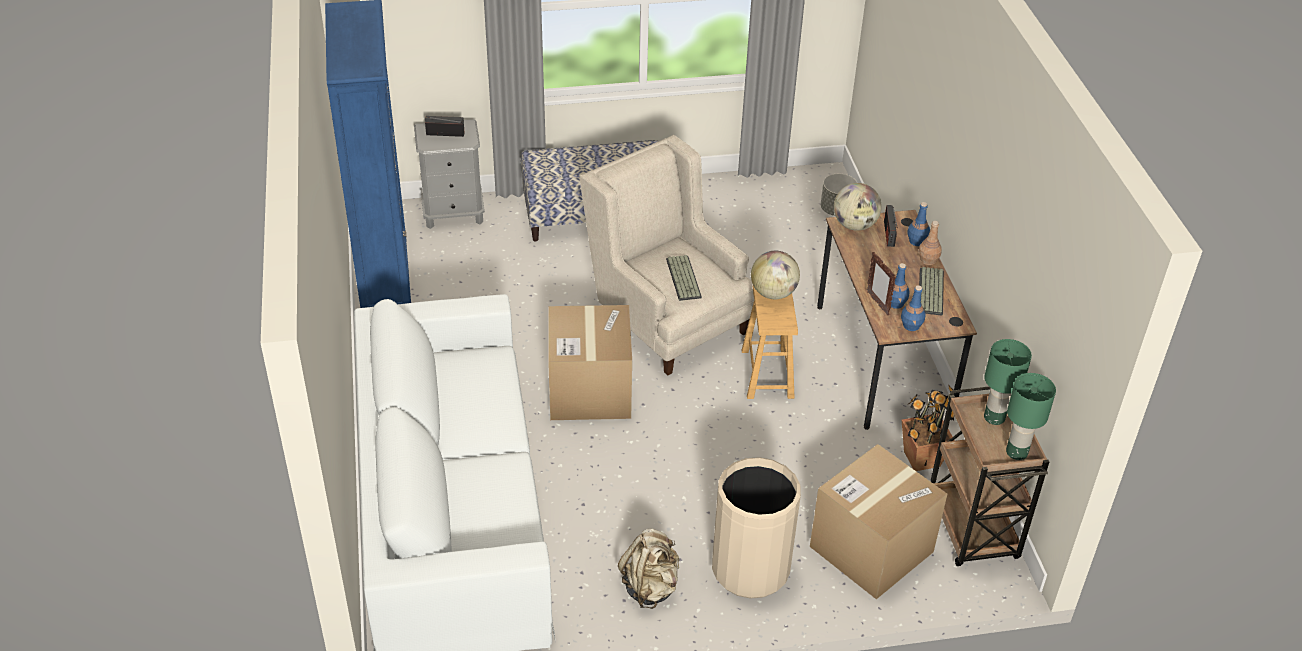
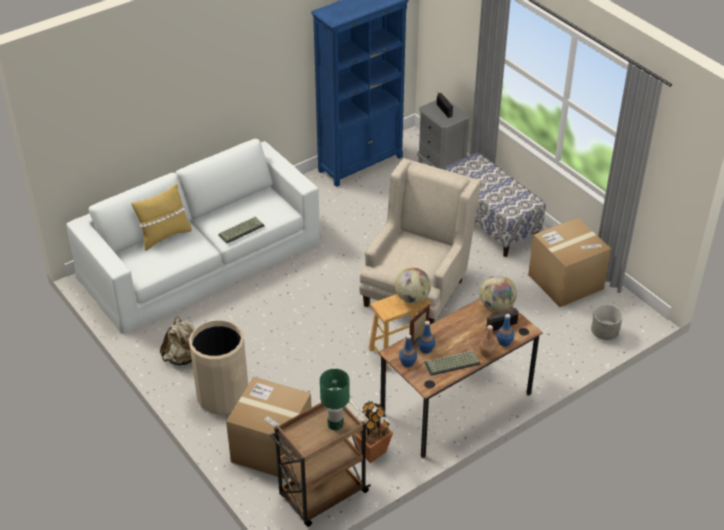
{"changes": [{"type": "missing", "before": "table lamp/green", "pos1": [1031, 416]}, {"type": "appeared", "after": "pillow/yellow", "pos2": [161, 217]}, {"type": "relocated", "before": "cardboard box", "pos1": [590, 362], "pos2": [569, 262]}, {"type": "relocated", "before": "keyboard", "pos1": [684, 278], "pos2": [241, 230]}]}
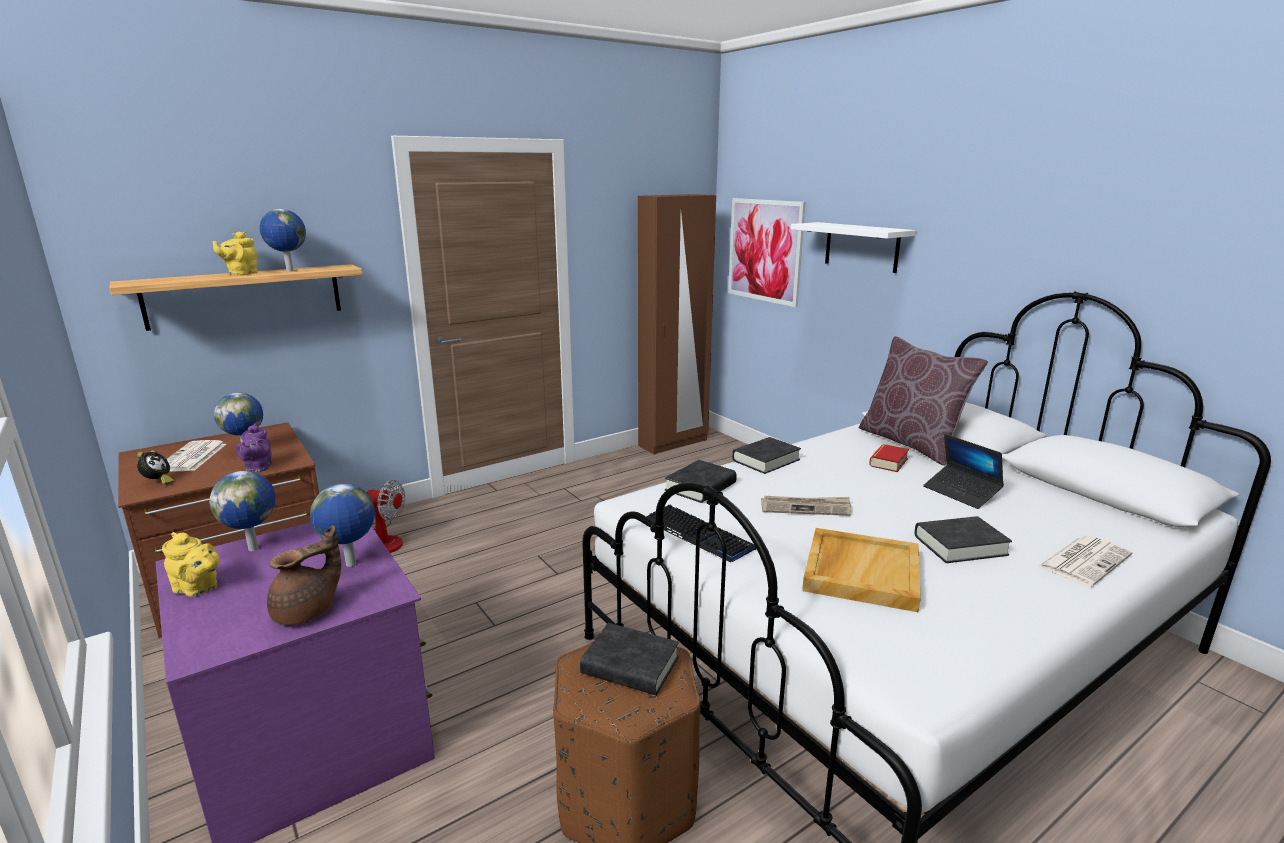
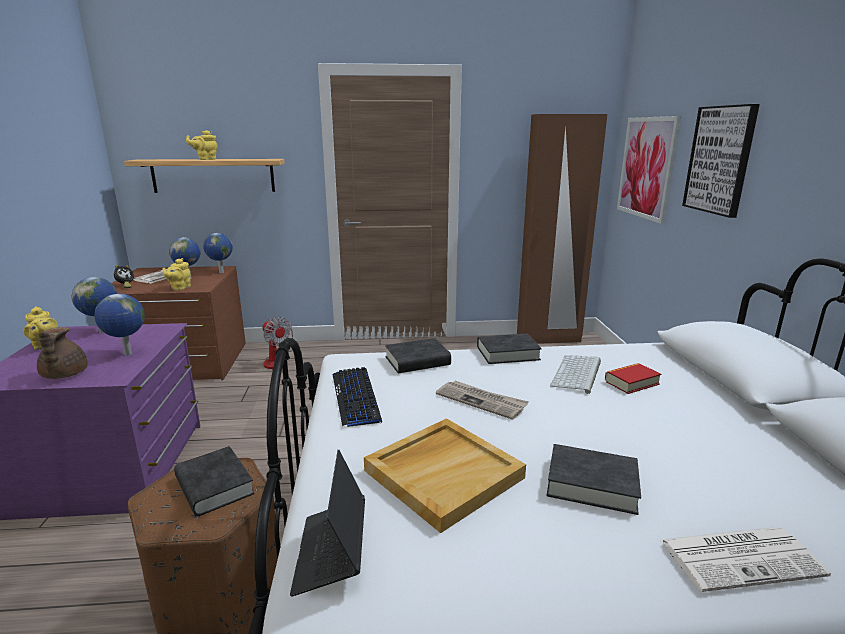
{"changes": [{"type": "missing", "before": "pillow/brown", "pos1": [923, 401]}, {"type": "appeared", "after": "keyboard", "pos2": [575, 374]}, {"type": "relocated", "before": "globe", "pos1": [283, 240], "pos2": [218, 253]}, {"type": "relocated", "before": "laptop", "pos1": [963, 471], "pos2": [327, 523]}, {"type": "exchanged", "before": "shelf/white", "after": "picture", "pos1": [853, 247], "pos2": [721, 161]}, {"type": "colour", "before": "teapot/purple", "after": "teapot/yellow", "pos1": [254, 447], "pos2": [176, 274]}, {"type": "spun", "before": "teapot/brown", "pos1": [304, 575], "pos2": [62, 353], "turn": 90}]}
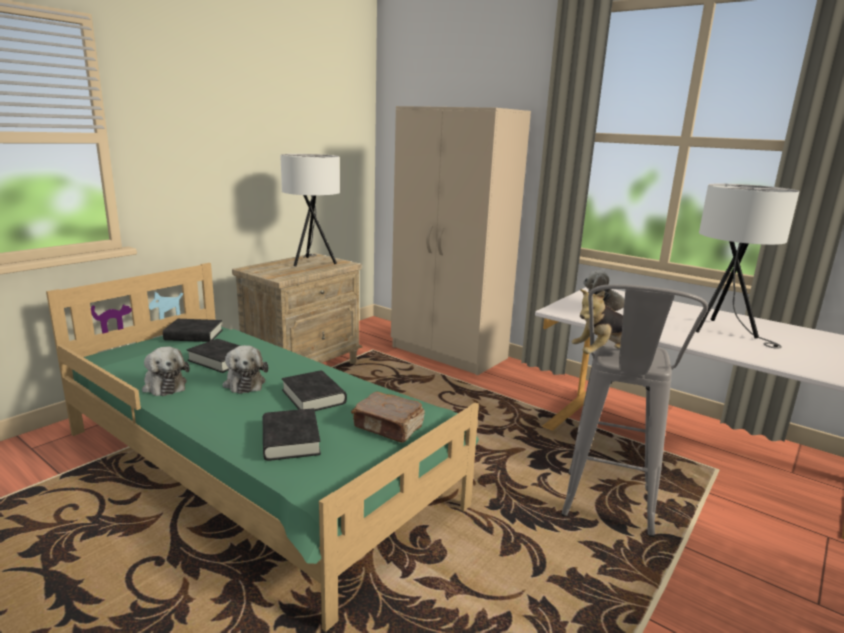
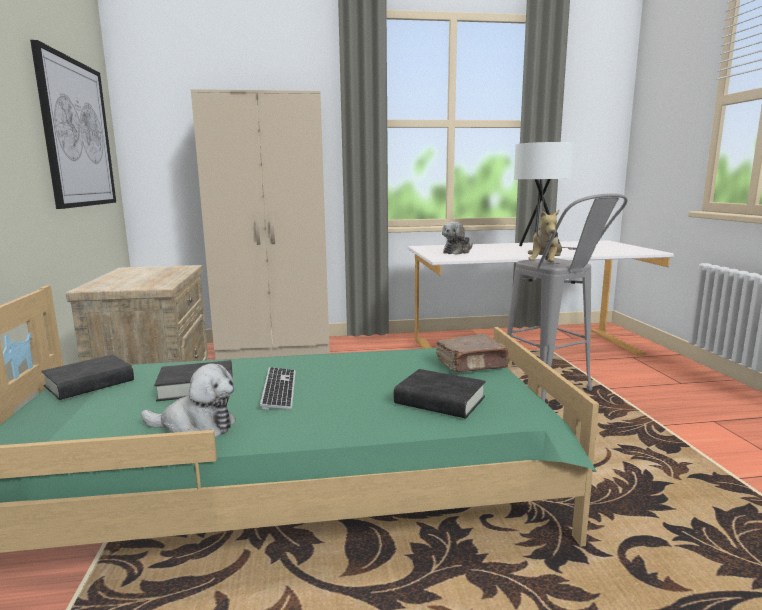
{"changes": [{"type": "missing", "before": "table lamp/white", "pos1": [310, 210]}, {"type": "missing", "before": "book/black", "pos1": [314, 390]}, {"type": "appeared", "after": "picture", "pos2": [73, 124]}, {"type": "exchanged", "before": "plush toy", "after": "keyboard", "pos1": [245, 369], "pos2": [278, 388]}]}
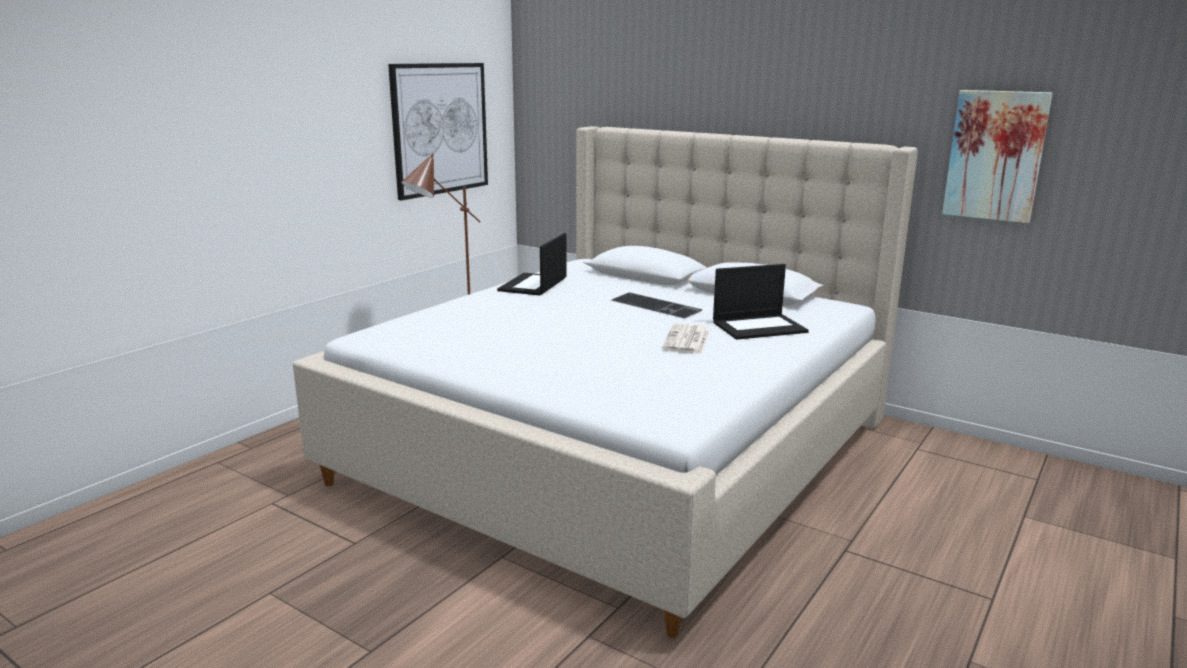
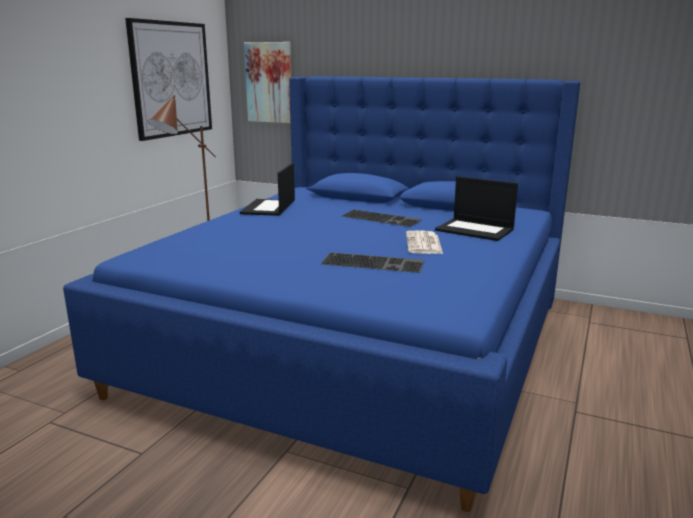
{"changes": [{"type": "appeared", "after": "keyboard", "pos2": [372, 262]}, {"type": "relocated", "before": "picture", "pos1": [997, 156], "pos2": [267, 82]}, {"type": "colour", "before": "bed/beige", "after": "bed/blue", "pos1": [605, 382], "pos2": [321, 294]}, {"type": "spun", "before": "laptop", "pos1": [761, 302], "pos2": [476, 208], "turn": 60}]}
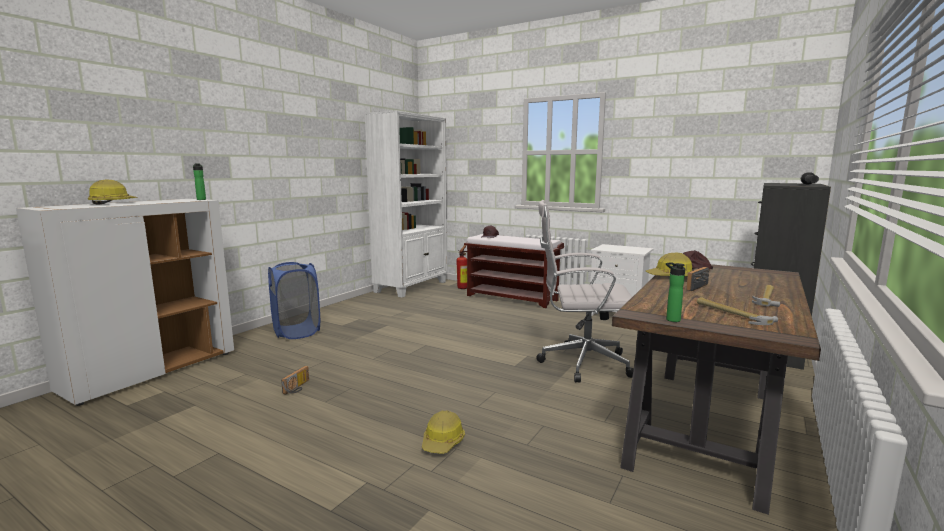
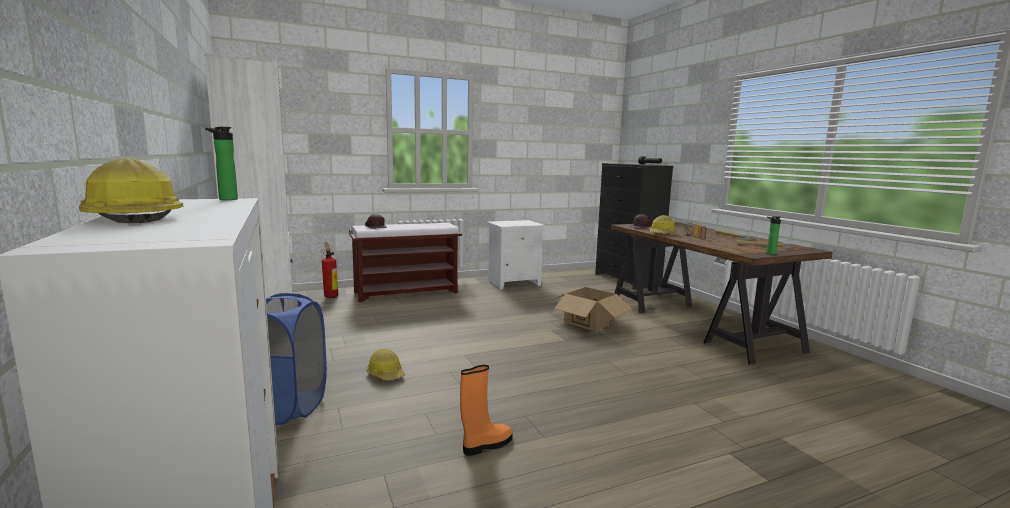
{"changes": [{"type": "relocated", "before": "hard hat", "pos1": [443, 432], "pos2": [385, 364]}, {"type": "exchanged", "before": "radio", "after": "boot/orange", "pos1": [295, 380], "pos2": [486, 410]}, {"type": "exchanged", "before": "office chair/white", "after": "cardboard box", "pos1": [585, 291], "pos2": [592, 309]}]}
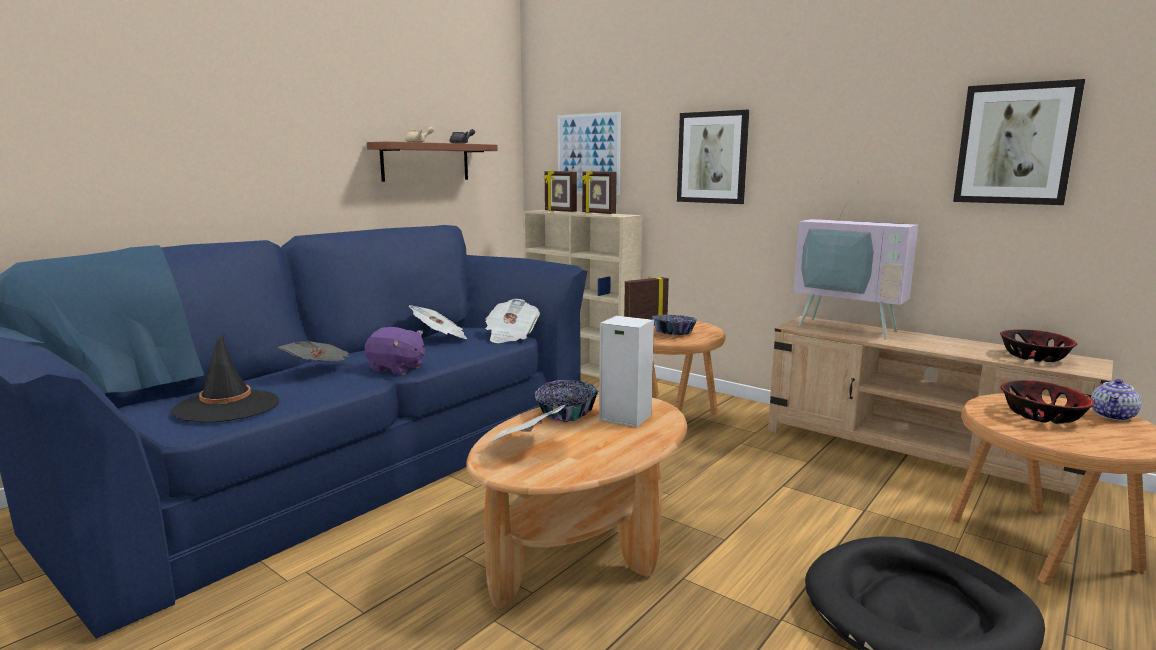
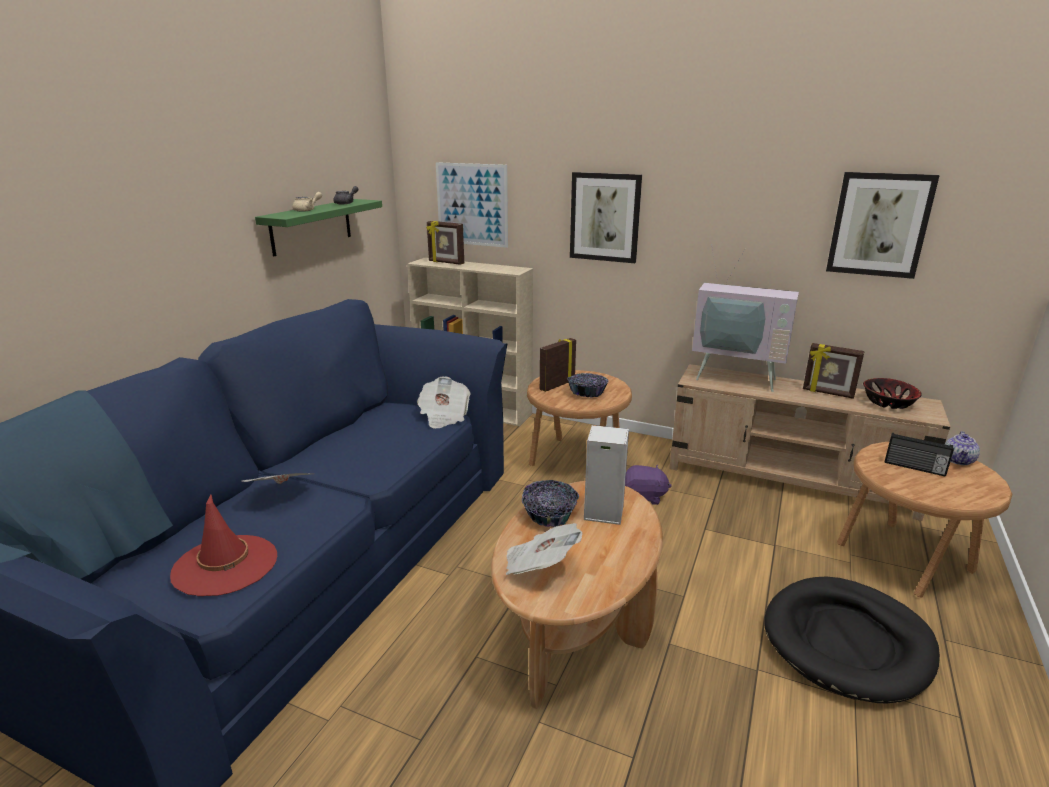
{"changes": [{"type": "missing", "before": "newspaper", "pos1": [438, 322]}, {"type": "relocated", "before": "plush toy/purple", "pos1": [395, 351], "pos2": [648, 485]}, {"type": "relocated", "before": "picture frame", "pos1": [599, 192], "pos2": [834, 371]}, {"type": "exchanged", "before": "bowl", "after": "radio", "pos1": [1048, 402], "pos2": [919, 455]}, {"type": "colour", "before": "hat/black", "after": "hat/red", "pos1": [225, 377], "pos2": [223, 545]}, {"type": "colour", "before": "shelf/brown", "after": "shelf/green", "pos1": [432, 161], "pos2": [318, 227]}]}
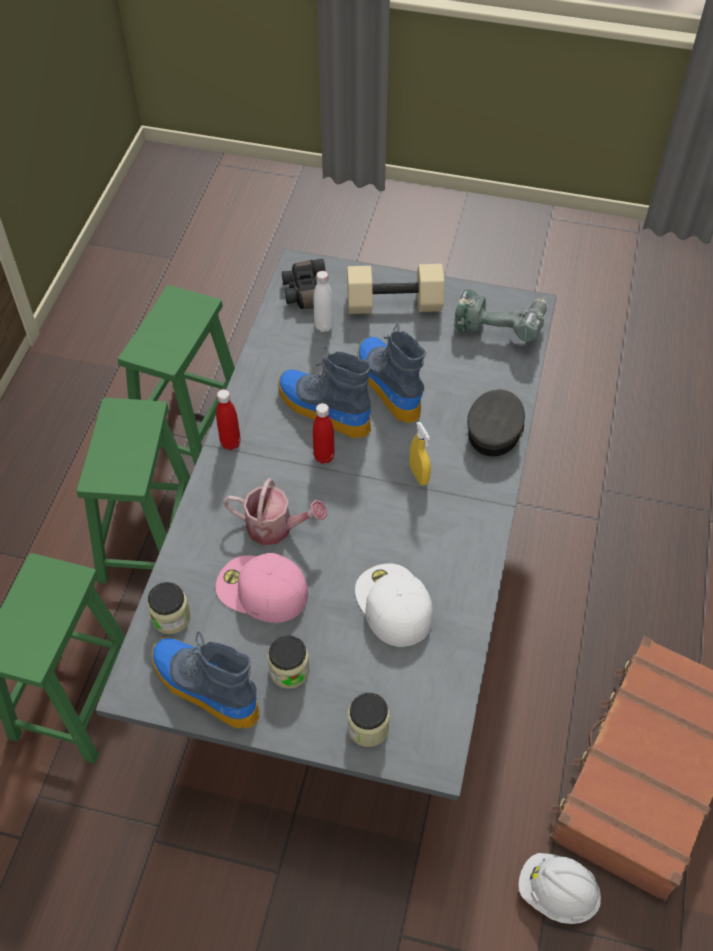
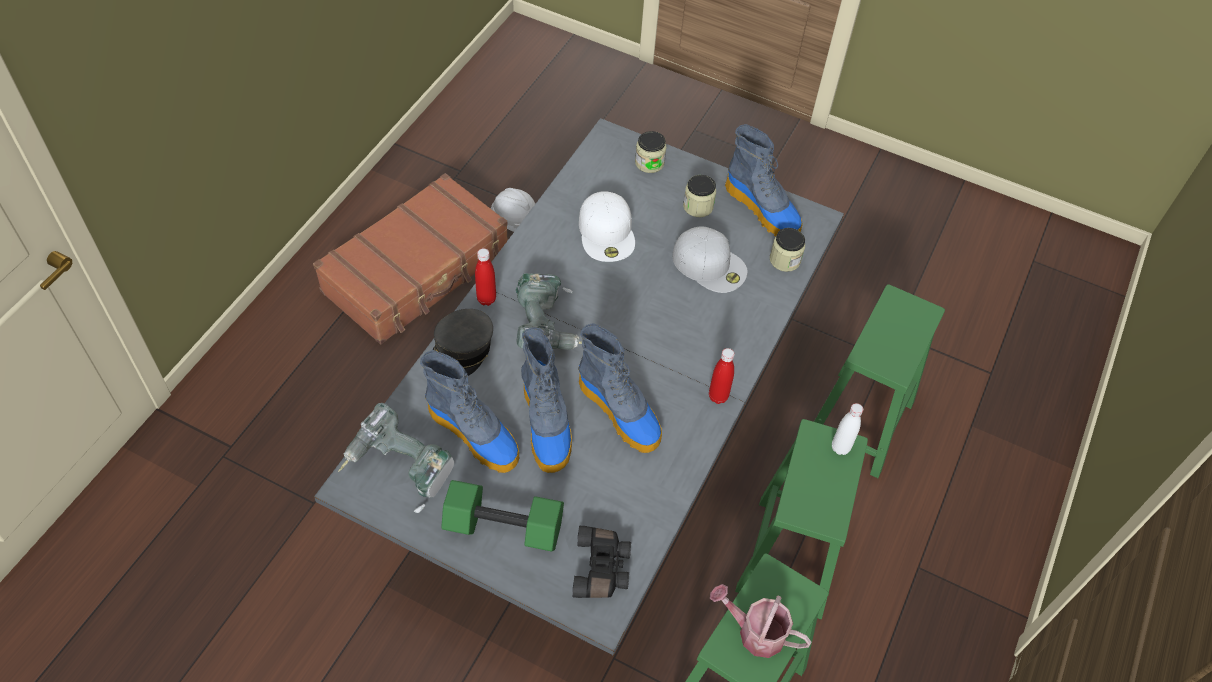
{"changes": [{"type": "appeared", "after": "boot", "pos2": [469, 411]}, {"type": "relocated", "before": "watering can", "pos1": [275, 511], "pos2": [760, 621]}, {"type": "relocated", "before": "bottle/white", "pos1": [323, 301], "pos2": [847, 429]}, {"type": "relocated", "before": "bottle/red", "pos1": [324, 433], "pos2": [485, 277]}, {"type": "exchanged", "before": "spray bottle/yellow", "after": "power drill", "pos1": [420, 454], "pos2": [549, 311]}, {"type": "colour", "before": "cap/pink", "after": "cap/white", "pos1": [261, 588], "pos2": [710, 259]}, {"type": "colour", "before": "dumbbell/beige", "after": "dumbbell/green", "pos1": [395, 289], "pos2": [502, 515]}]}
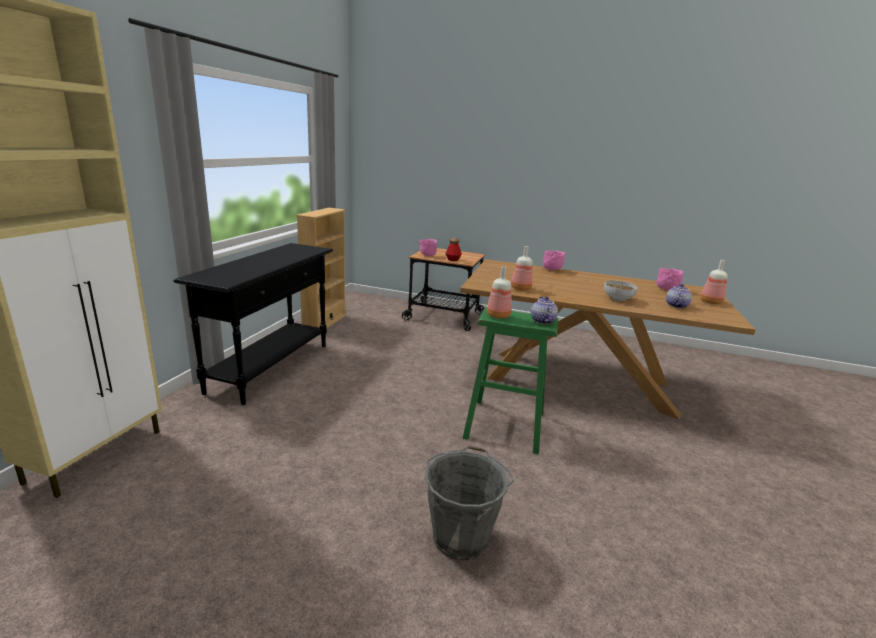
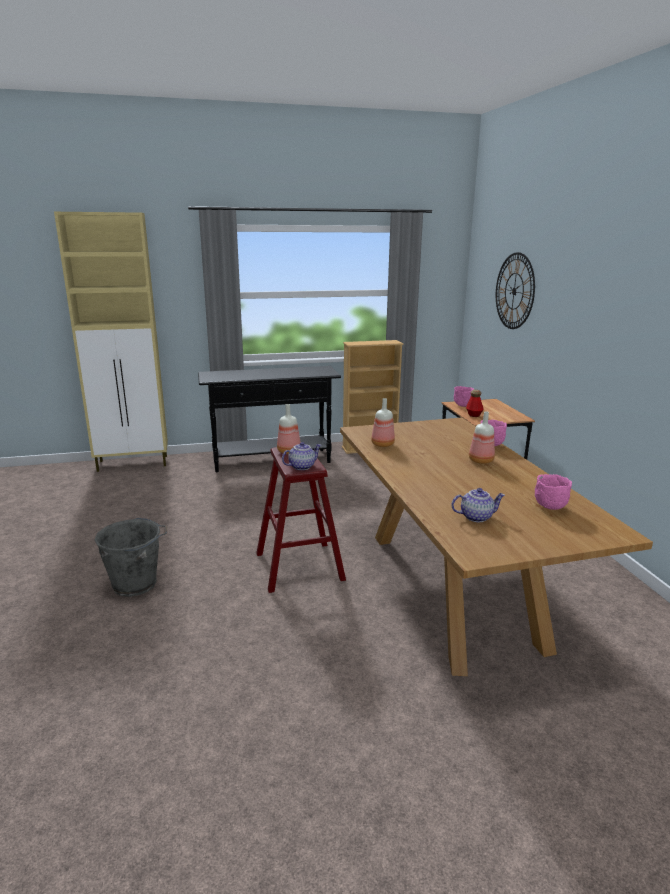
{"changes": [{"type": "missing", "before": "bowl", "pos1": [621, 290]}, {"type": "appeared", "after": "wall clock", "pos2": [515, 290]}, {"type": "relocated", "before": "bottle", "pos1": [714, 282], "pos2": [482, 437]}, {"type": "colour", "before": "stool/green", "after": "stool/red", "pos1": [510, 380], "pos2": [301, 520]}]}
